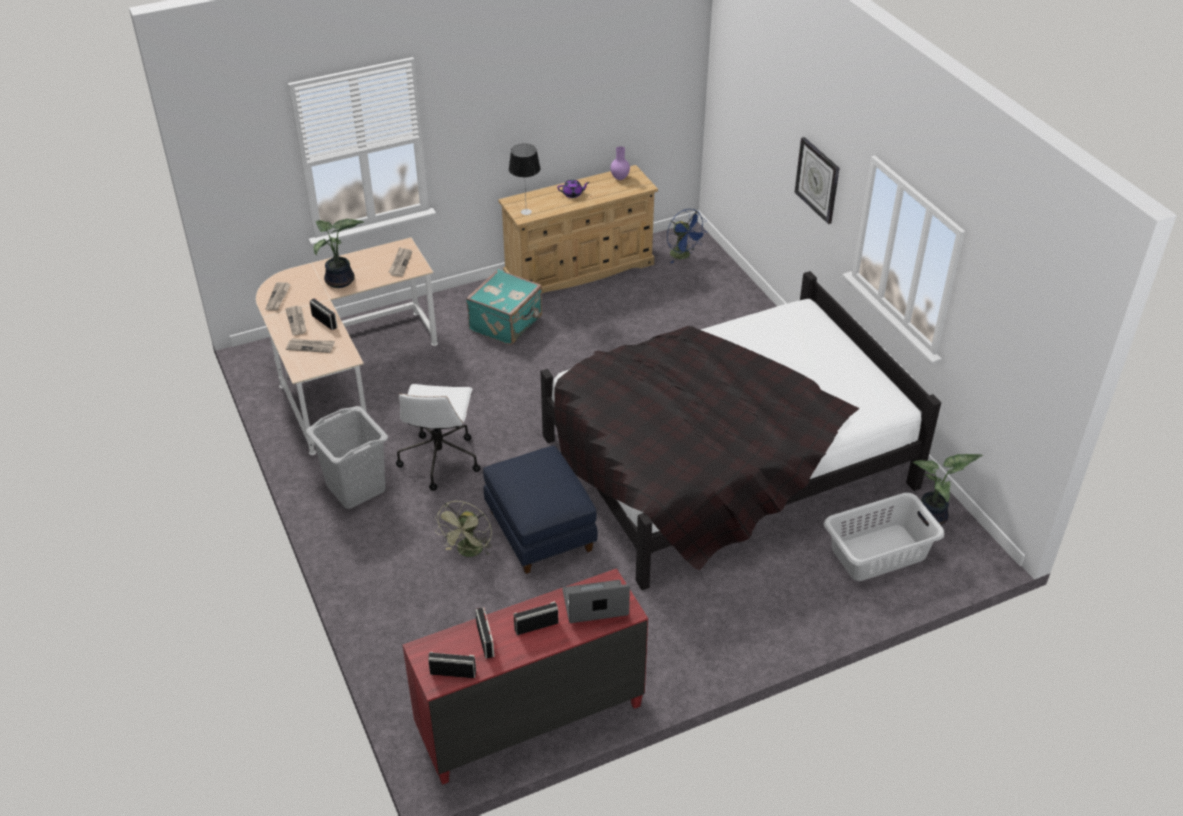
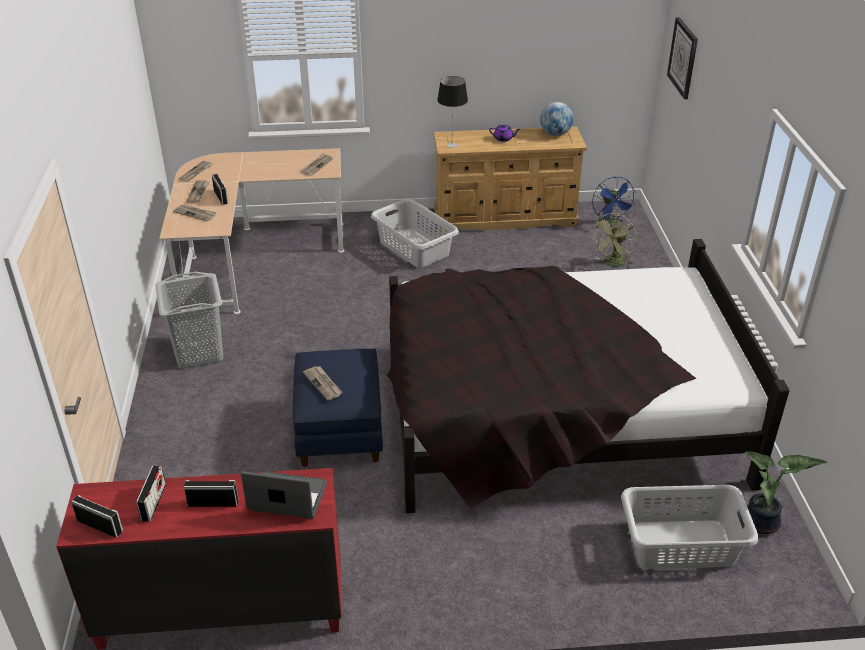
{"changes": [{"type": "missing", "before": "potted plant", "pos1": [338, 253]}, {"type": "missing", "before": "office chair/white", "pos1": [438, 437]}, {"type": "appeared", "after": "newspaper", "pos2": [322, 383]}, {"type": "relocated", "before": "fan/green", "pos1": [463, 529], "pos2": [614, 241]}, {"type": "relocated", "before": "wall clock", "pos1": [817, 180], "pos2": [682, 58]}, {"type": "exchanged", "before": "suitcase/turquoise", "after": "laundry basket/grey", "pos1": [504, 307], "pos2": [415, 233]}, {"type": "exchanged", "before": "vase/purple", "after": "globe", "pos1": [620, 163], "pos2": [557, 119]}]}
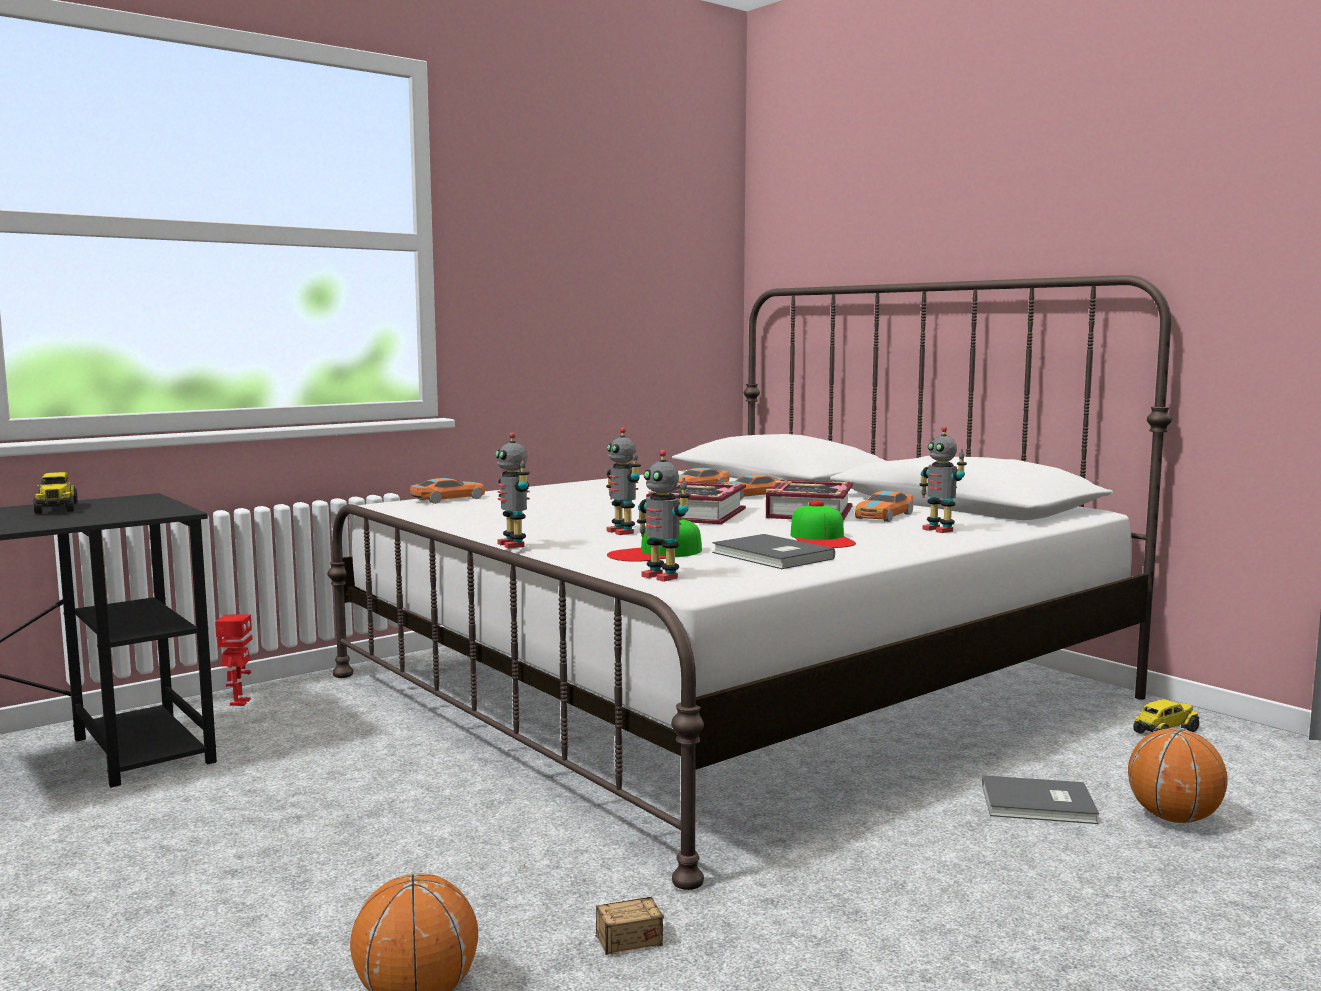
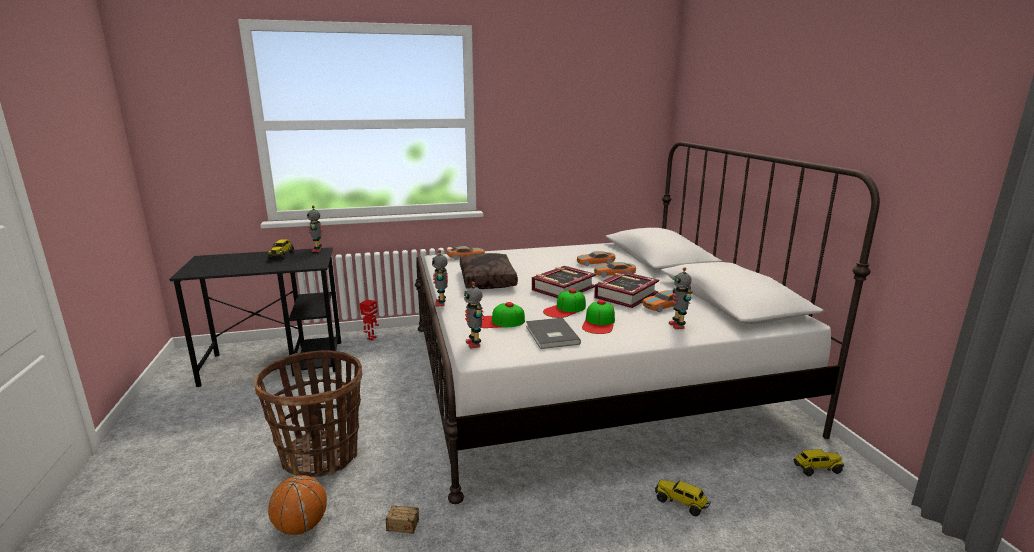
{"changes": [{"type": "missing", "before": "basketball", "pos1": [1178, 775]}, {"type": "appeared", "after": "basket", "pos2": [308, 414]}, {"type": "appeared", "after": "pillow/brown", "pos2": [489, 271]}, {"type": "appeared", "after": "cap", "pos2": [564, 303]}, {"type": "relocated", "before": "toy robot", "pos1": [623, 481], "pos2": [314, 229]}, {"type": "exchanged", "before": "book/grey", "after": "toy truck", "pos1": [1040, 799], "pos2": [683, 498]}]}
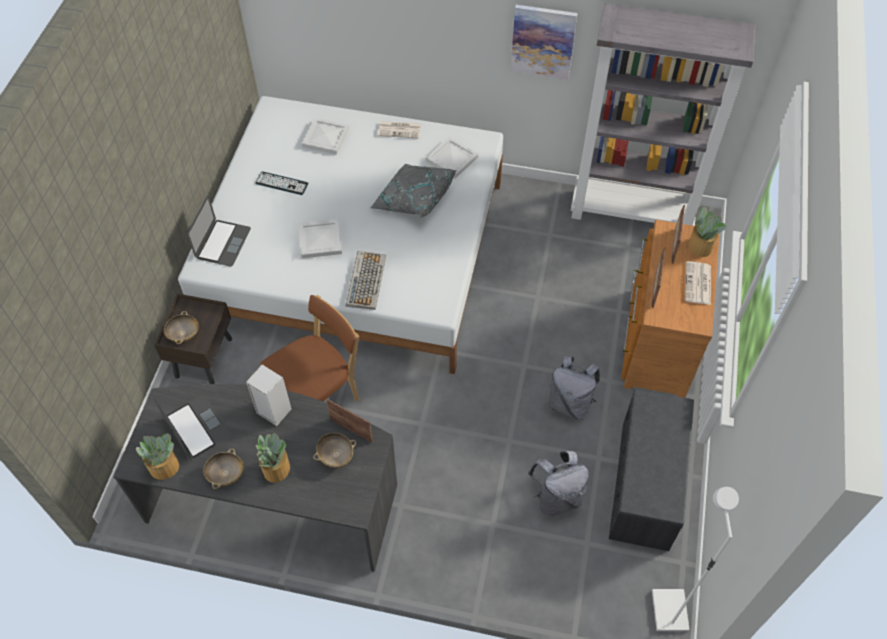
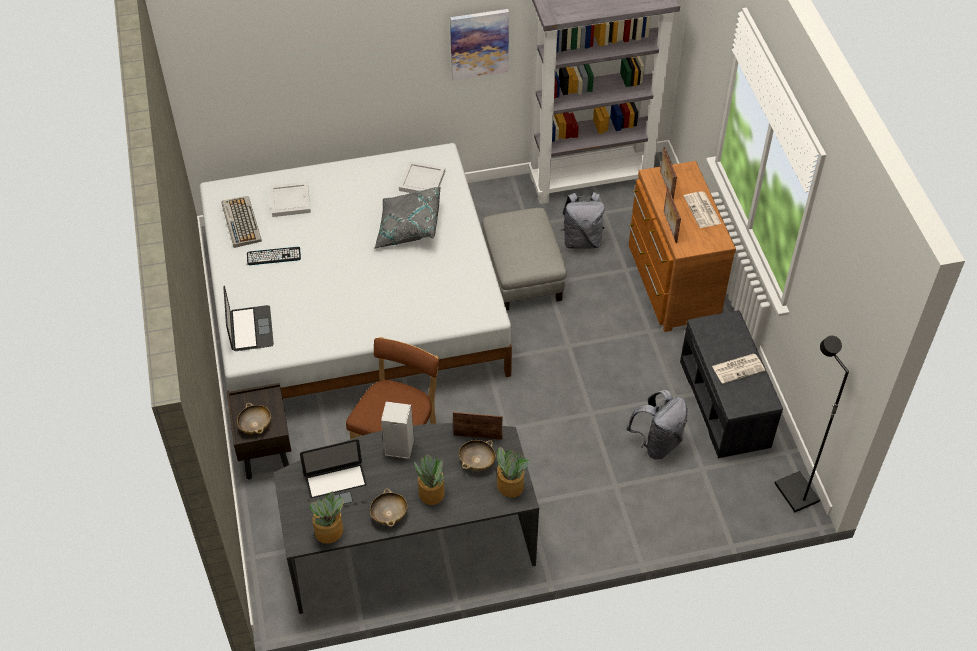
{"changes": [{"type": "missing", "before": "tray/white", "pos1": [320, 239]}, {"type": "appeared", "after": "ottoman/grey", "pos2": [524, 259]}, {"type": "relocated", "before": "keyboard", "pos1": [366, 280], "pos2": [241, 222]}, {"type": "relocated", "before": "newspaper", "pos1": [399, 130], "pos2": [738, 369]}, {"type": "relocated", "before": "backpack/grey", "pos1": [574, 388], "pos2": [583, 220]}, {"type": "relocated", "before": "potted plant", "pos1": [707, 231], "pos2": [513, 472]}, {"type": "colour", "before": "floor lamp/white", "after": "floor lamp/black", "pos1": [695, 559], "pos2": [812, 424]}, {"type": "spun", "before": "laptop", "pos1": [192, 426], "pos2": [335, 473], "turn": 135}]}
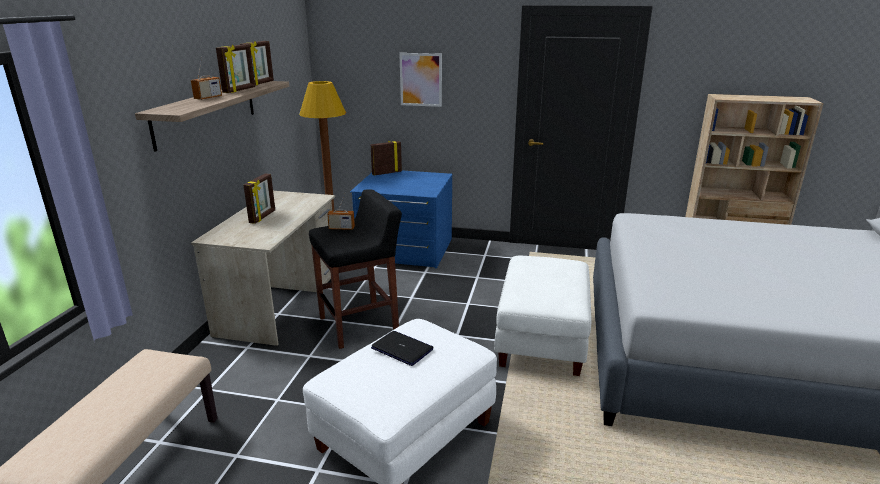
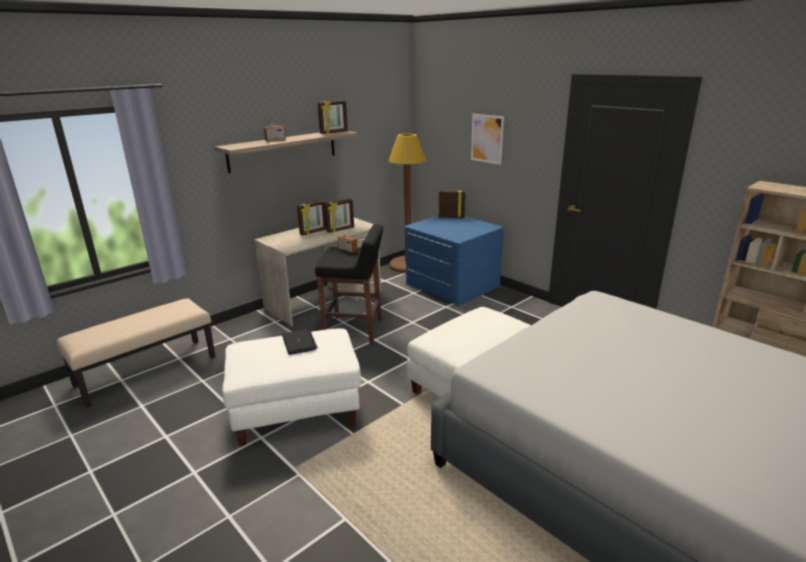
{"changes": [{"type": "relocated", "before": "picture frame", "pos1": [235, 68], "pos2": [339, 216]}]}
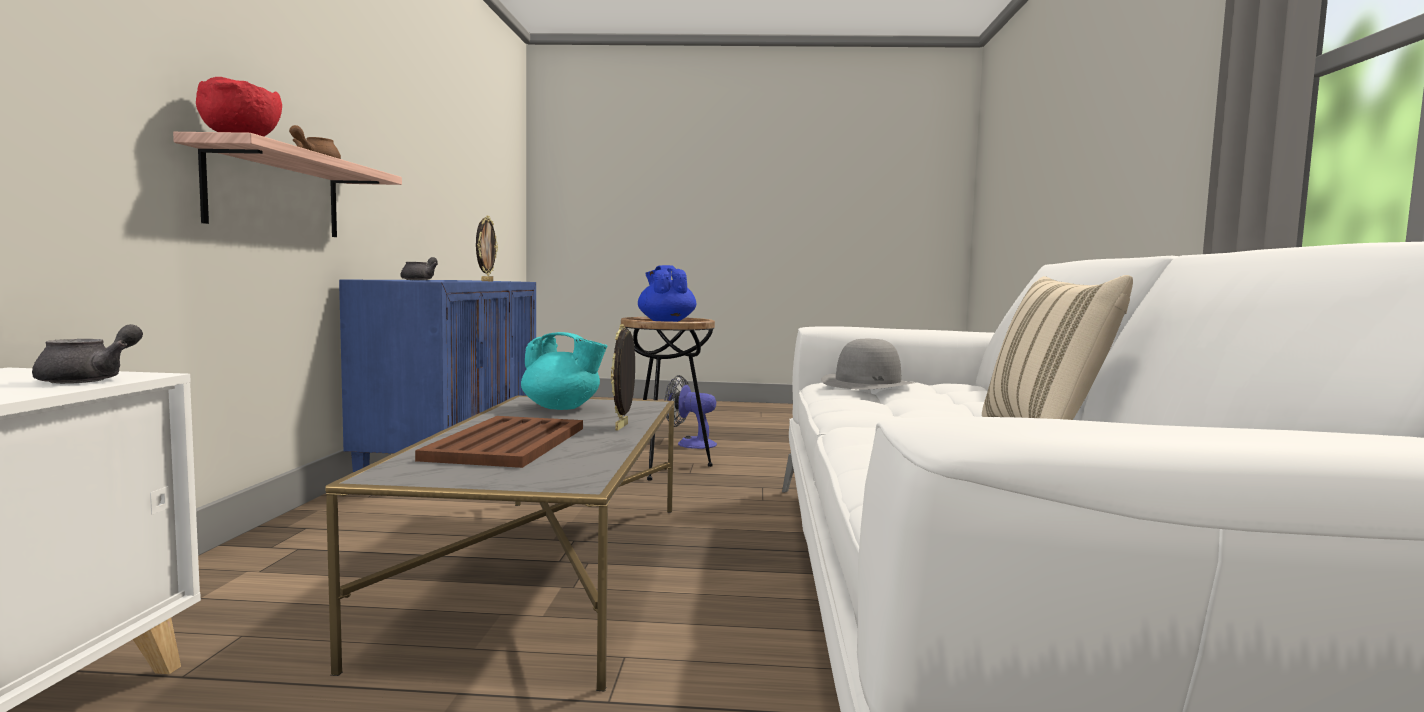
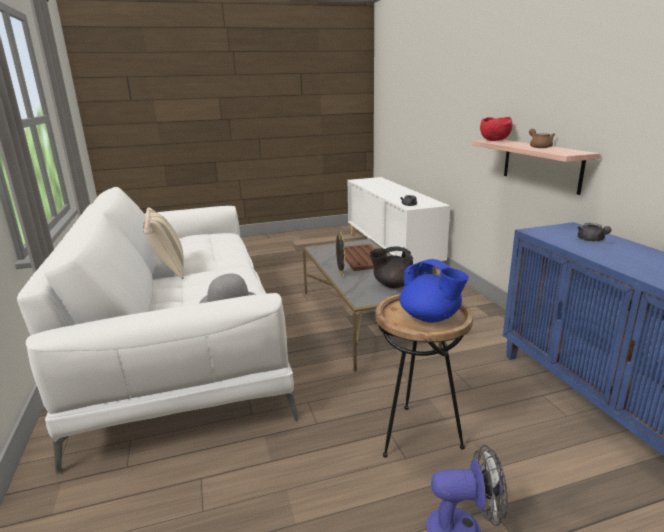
{"changes": [{"type": "missing", "before": "picture frame", "pos1": [487, 248]}, {"type": "colour", "before": "teapot/turquoise", "after": "teapot/black", "pos1": [564, 371], "pos2": [391, 267]}]}
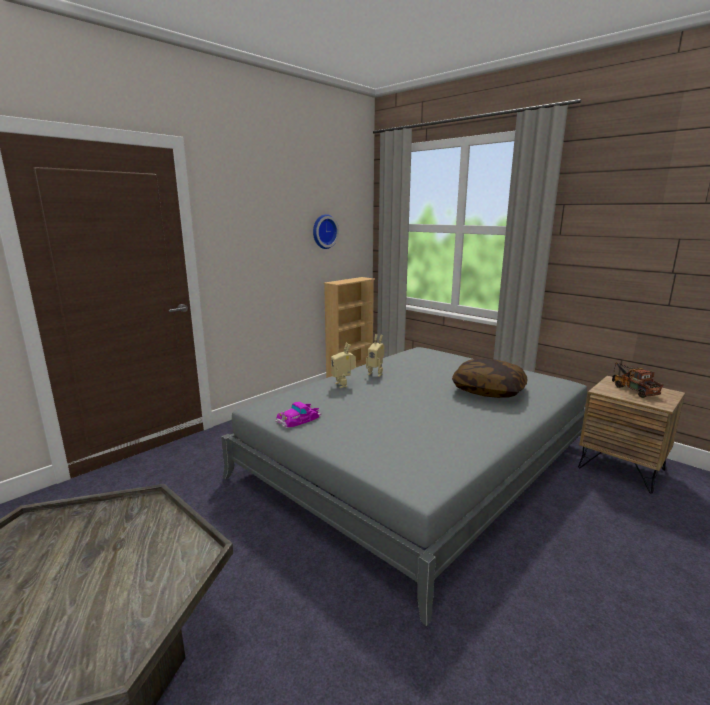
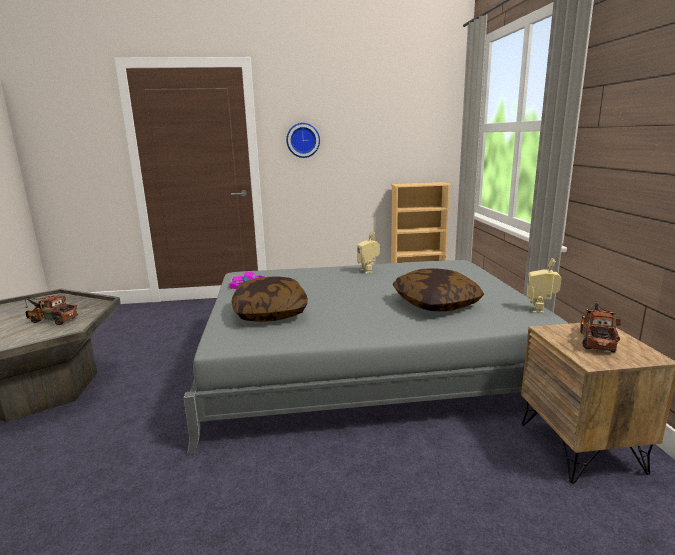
{"changes": [{"type": "appeared", "after": "toy truck", "pos2": [51, 310]}, {"type": "appeared", "after": "pillow", "pos2": [269, 299]}, {"type": "relocated", "before": "wall clock", "pos1": [326, 231], "pos2": [303, 140]}, {"type": "relocated", "before": "toy robot", "pos1": [343, 365], "pos2": [544, 286]}]}
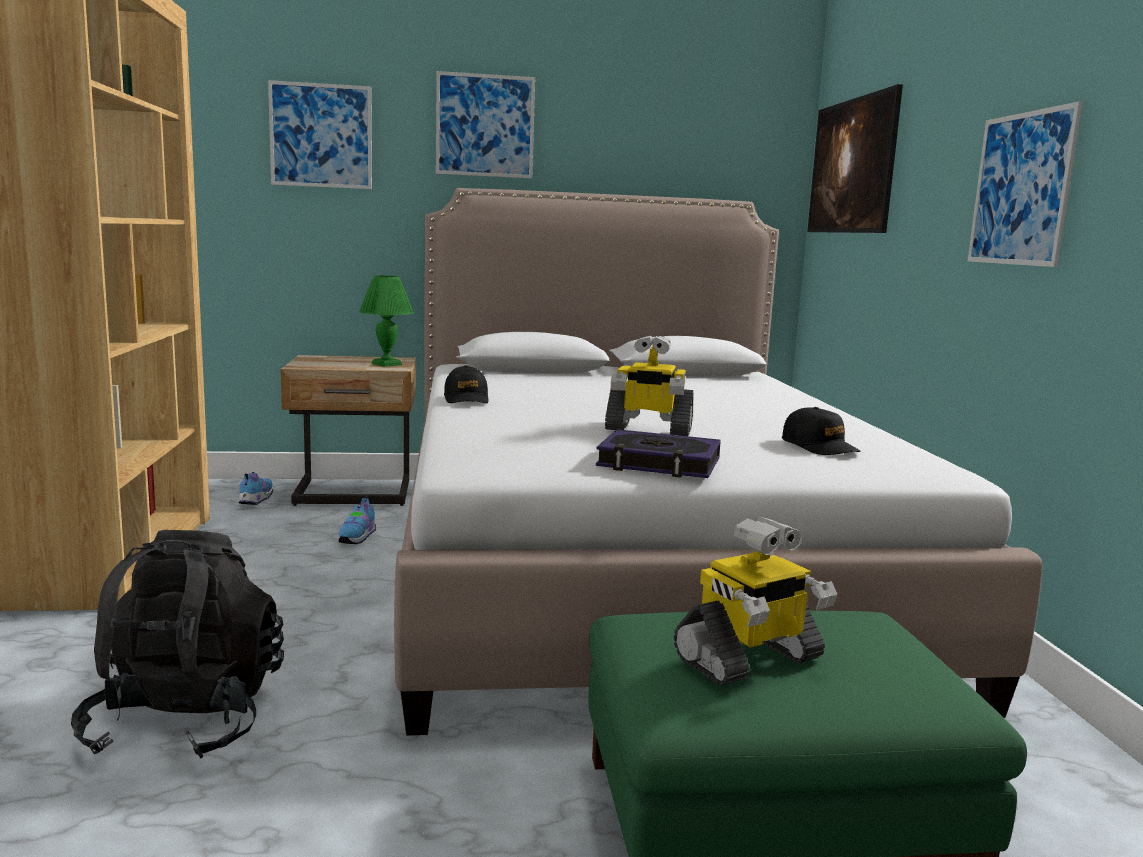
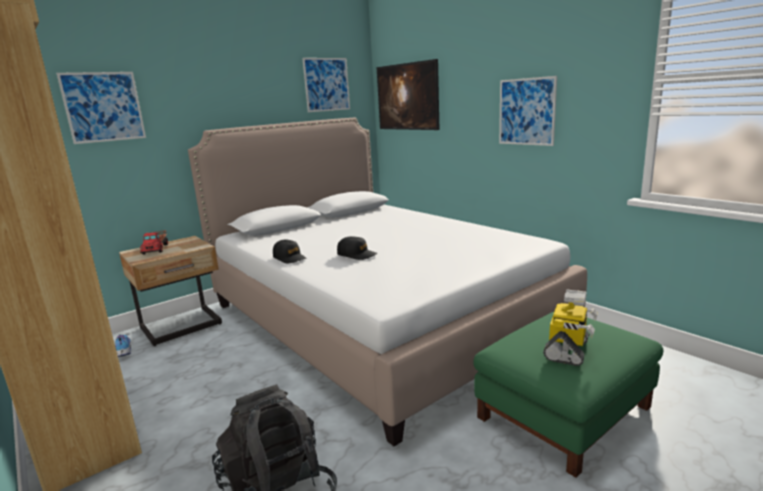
{"changes": [{"type": "missing", "before": "shoe", "pos1": [357, 520]}, {"type": "missing", "before": "table lamp/green", "pos1": [386, 321]}, {"type": "missing", "before": "book", "pos1": [658, 453]}, {"type": "missing", "before": "toy robot", "pos1": [649, 385]}, {"type": "appeared", "after": "toy truck", "pos2": [154, 242]}, {"type": "relocated", "before": "picture", "pos1": [485, 124], "pos2": [326, 85]}, {"type": "relocated", "before": "cap/black", "pos1": [821, 431], "pos2": [357, 248]}]}
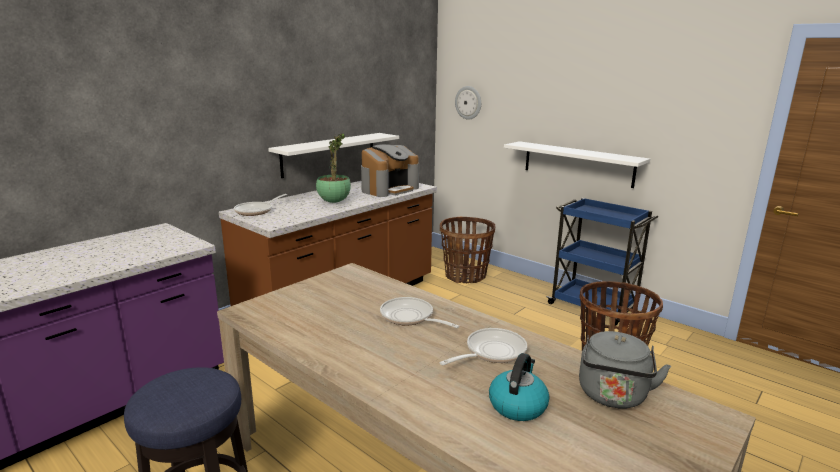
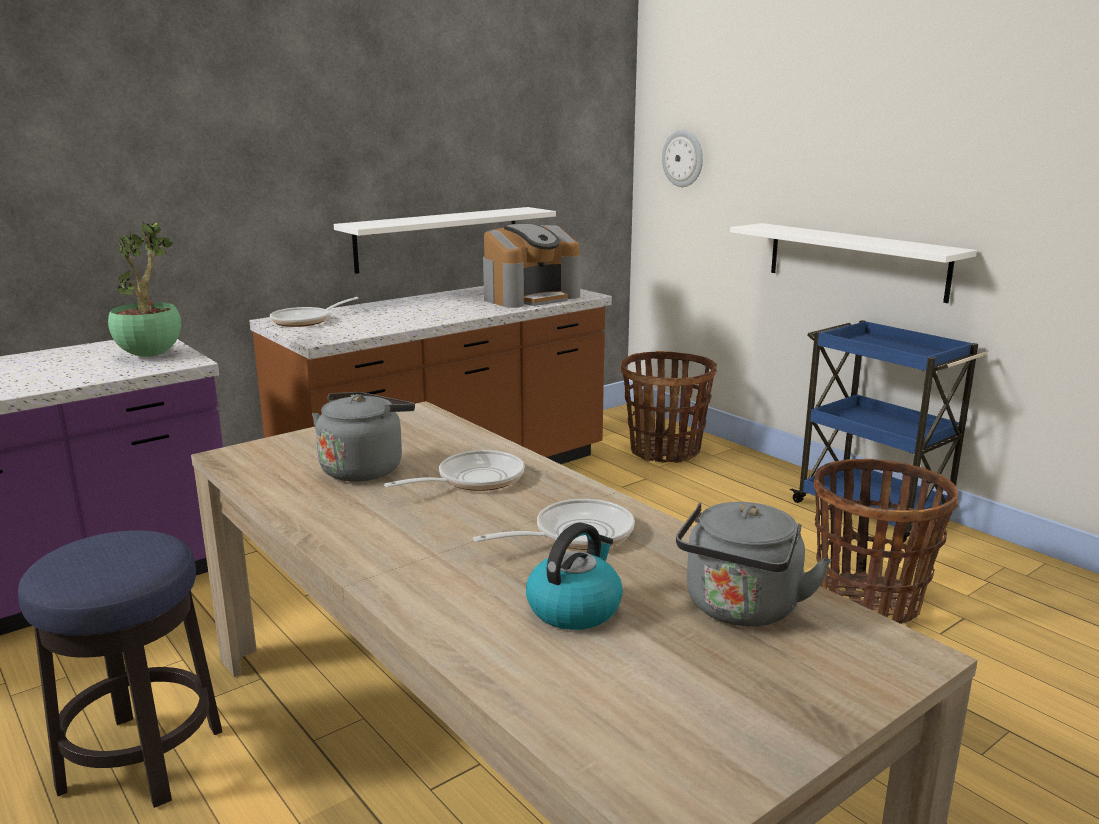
{"changes": [{"type": "appeared", "after": "kettle/grey", "pos2": [363, 437]}, {"type": "relocated", "before": "potted plant", "pos1": [333, 168], "pos2": [144, 289]}, {"type": "spun", "before": "frying pan", "pos1": [420, 312], "pos2": [454, 470], "turn": 90}]}
